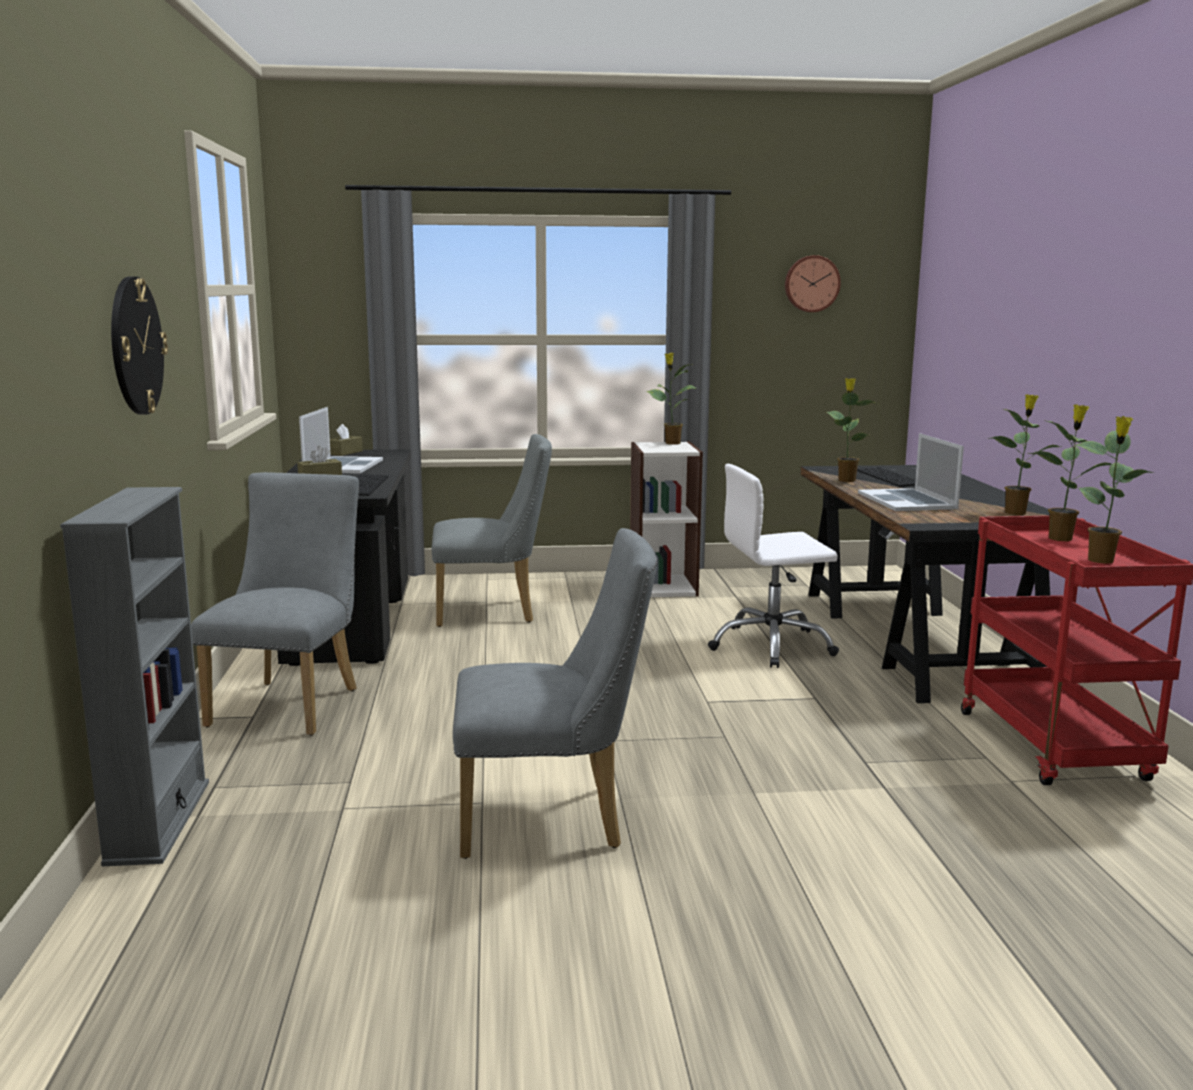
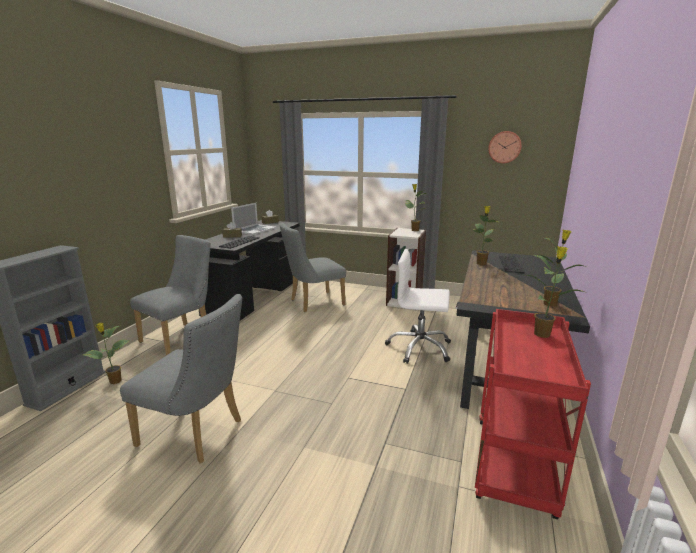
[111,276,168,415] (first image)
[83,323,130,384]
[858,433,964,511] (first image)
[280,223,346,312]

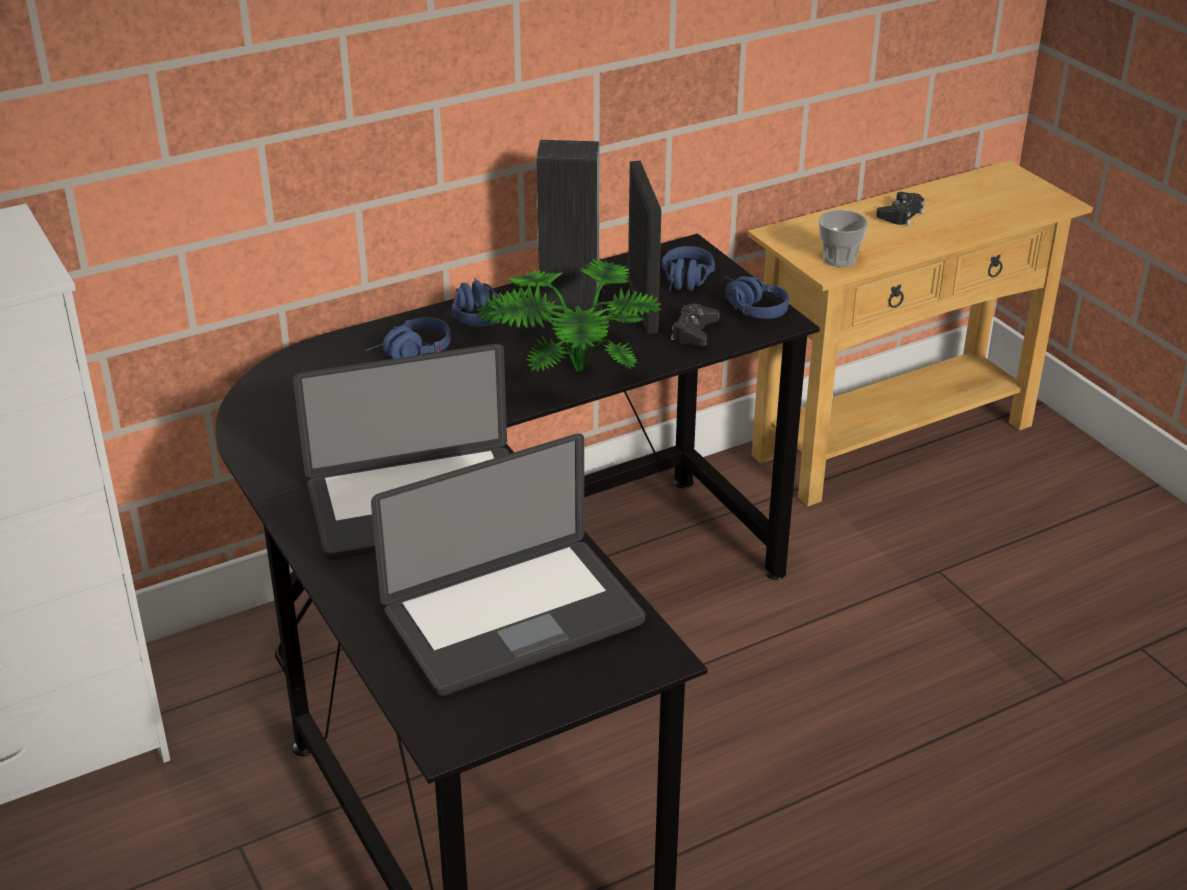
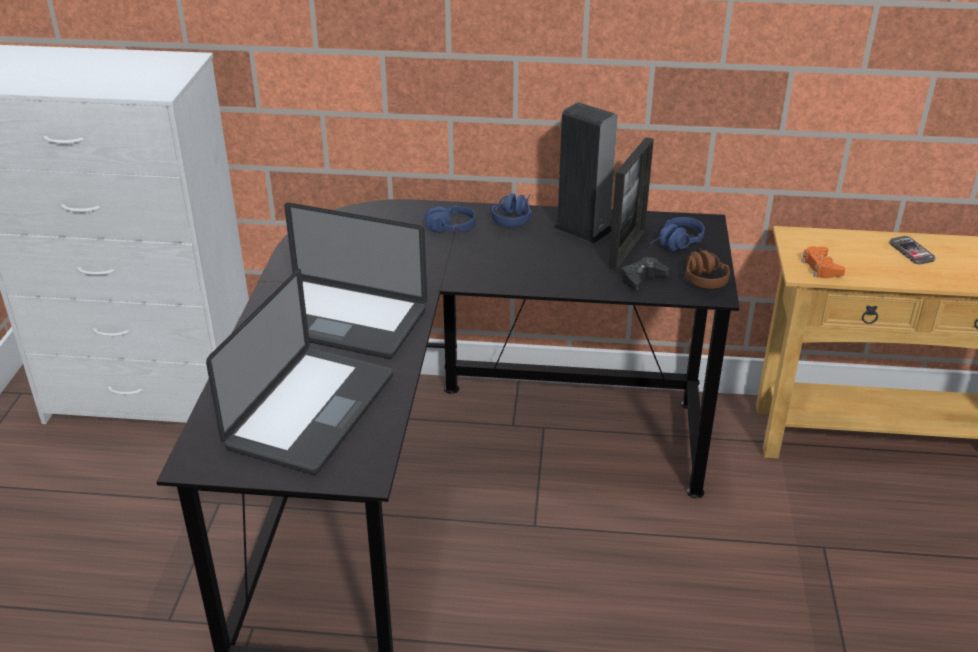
[889,236,935,264]
[801,246,845,278]
[477,258,662,372] (first image)
[686,248,730,289]
[206,269,393,475]

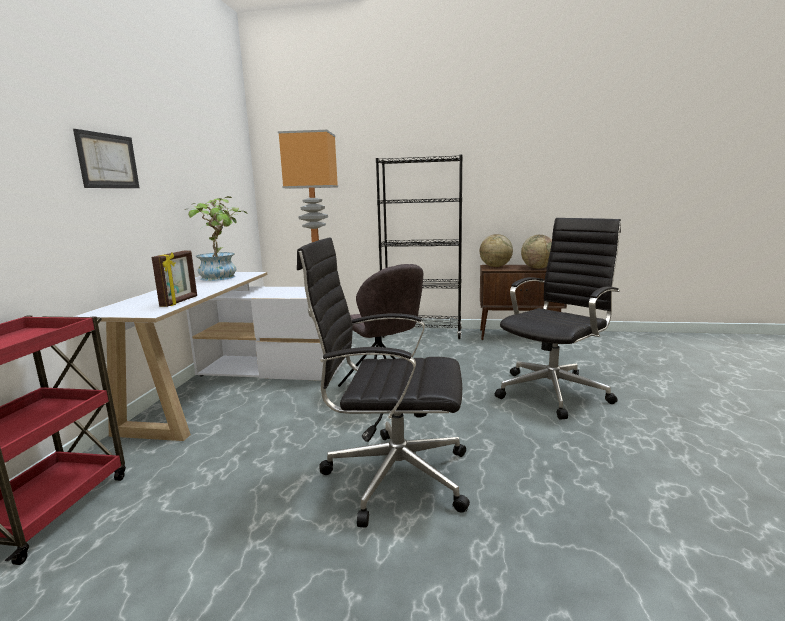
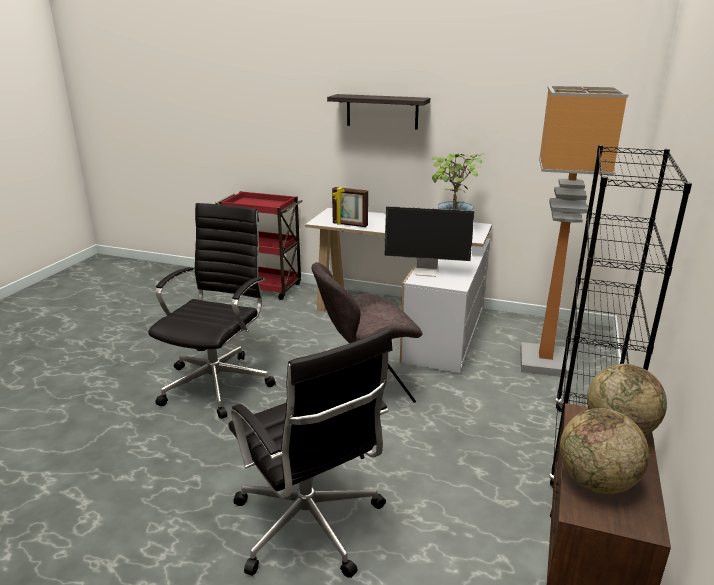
[327,94,430,130]
[384,206,475,277]

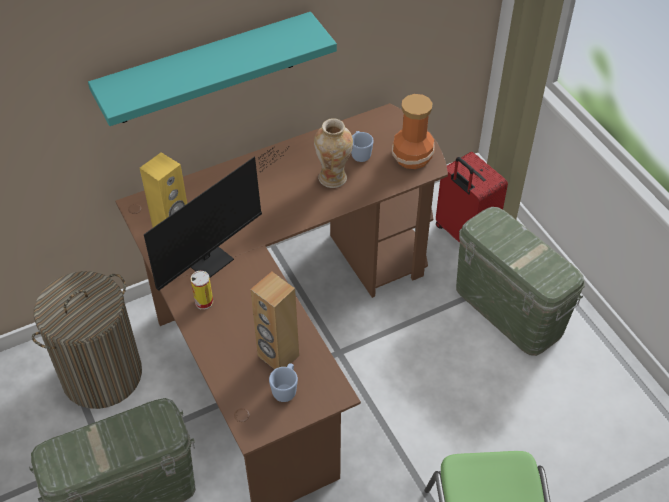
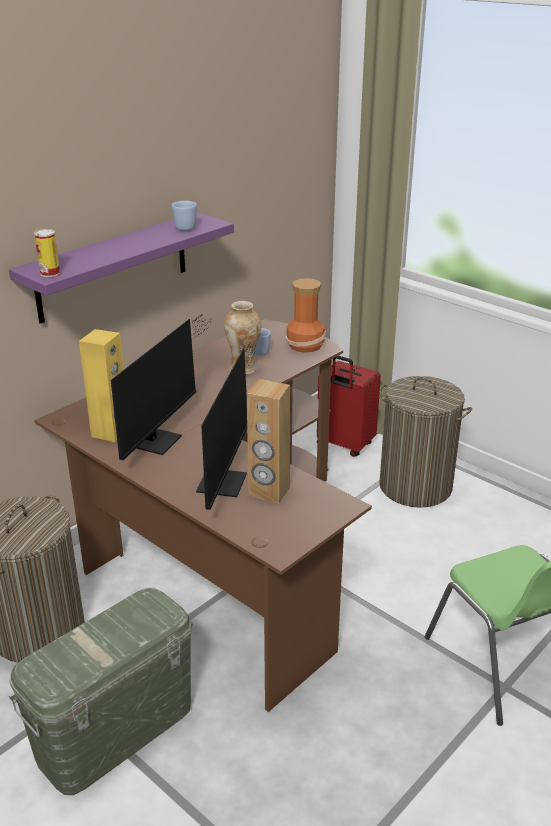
[9,213,234,324]
[379,376,472,508]
[34,229,60,277]
[172,201,197,231]
[196,342,254,510]

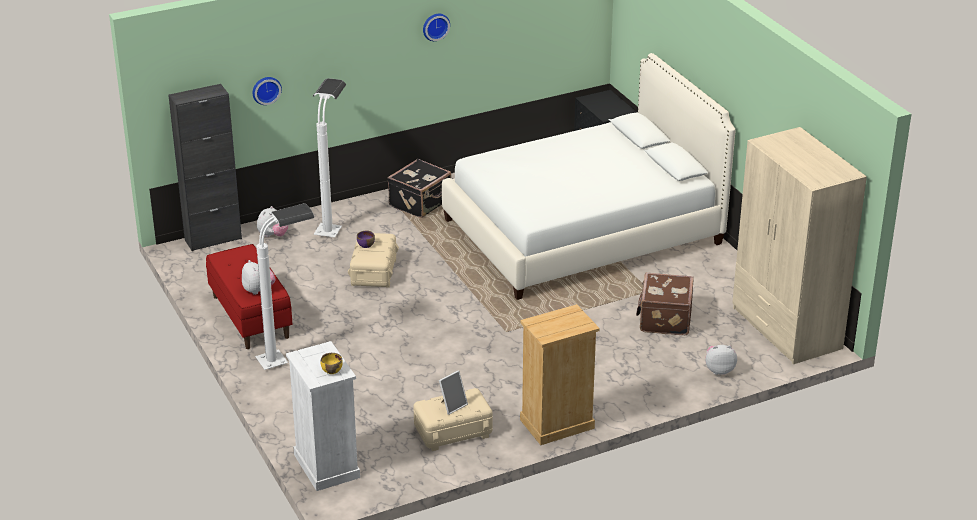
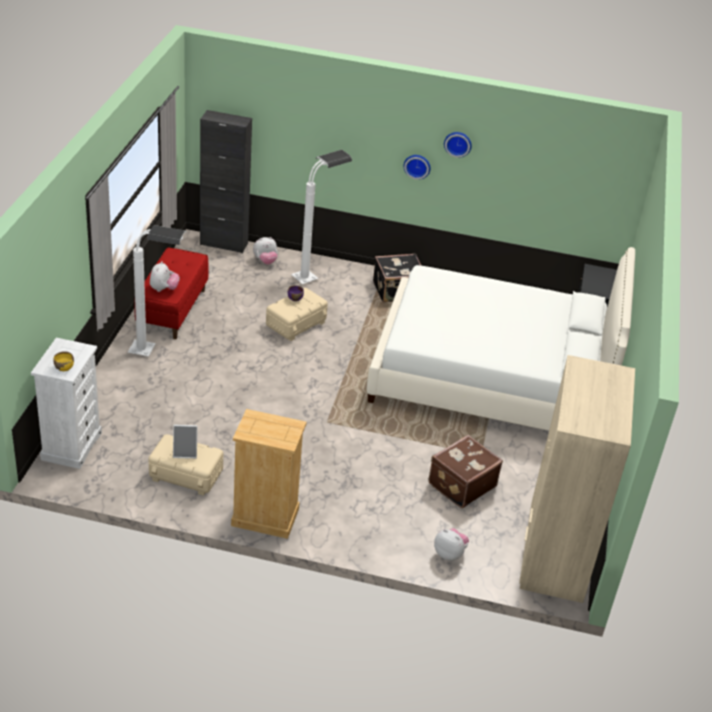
[404,155,430,180]

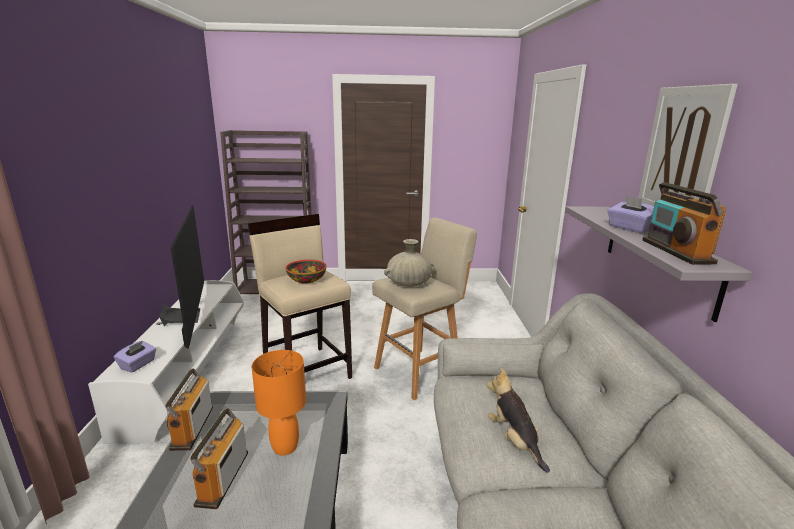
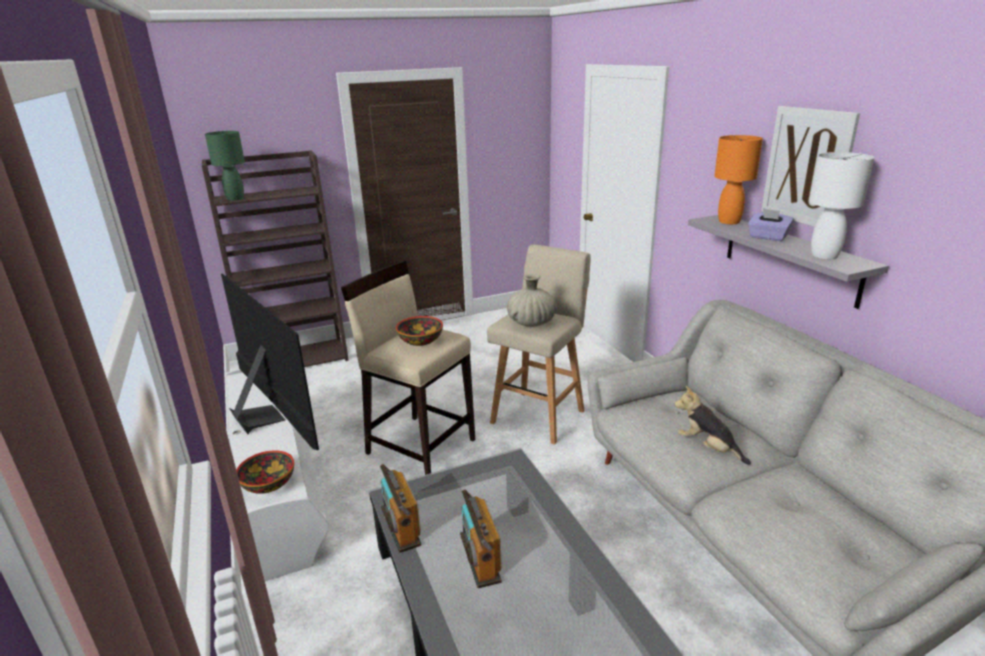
[809,152,874,259]
[236,450,294,494]
[714,135,763,224]
[205,131,245,201]

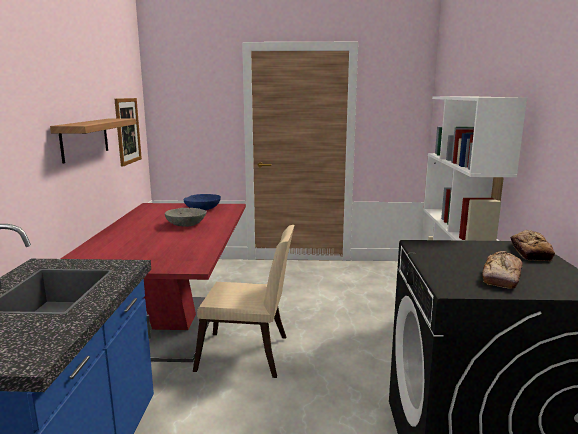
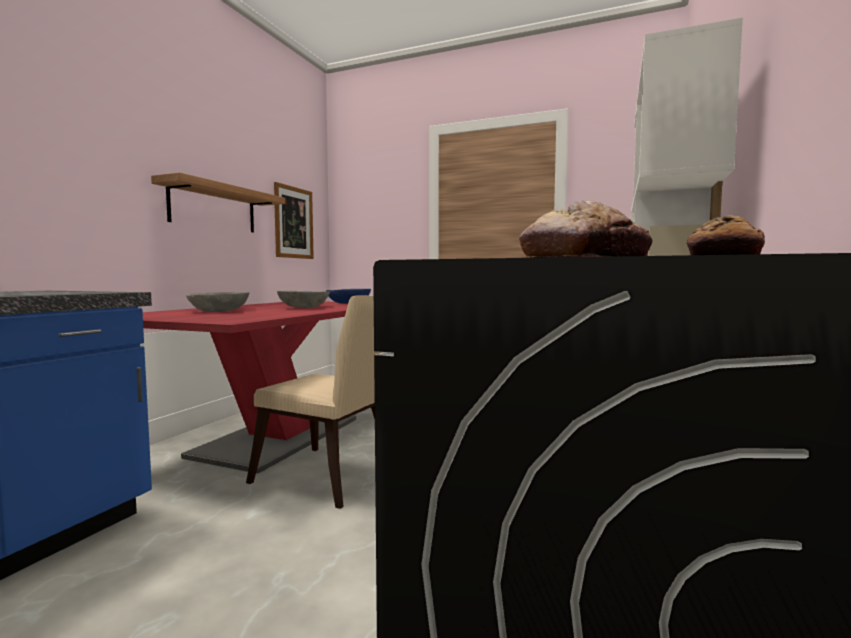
[186,292,250,312]

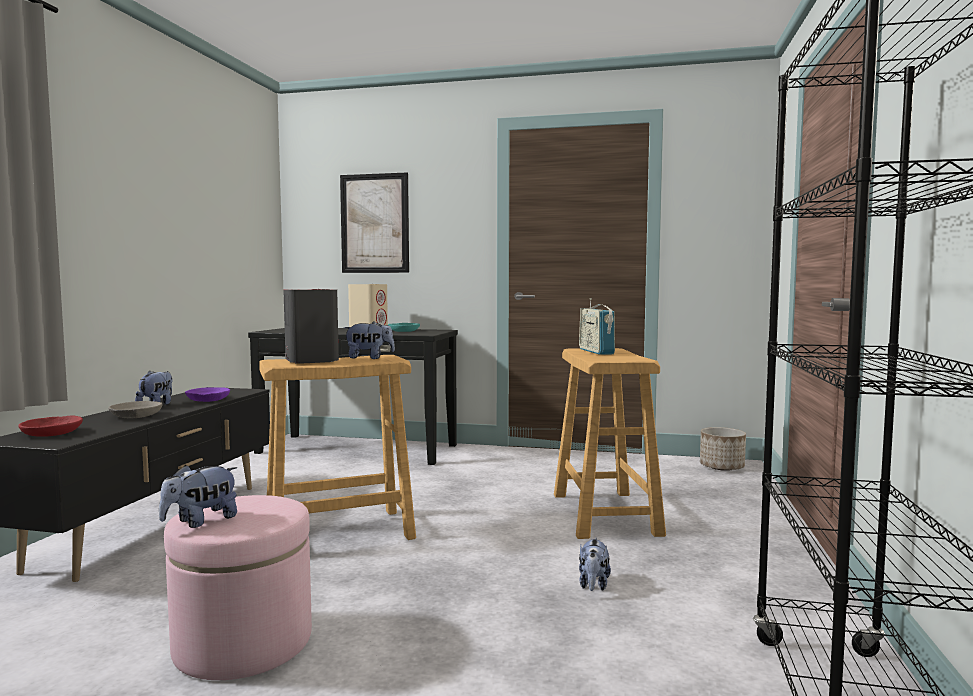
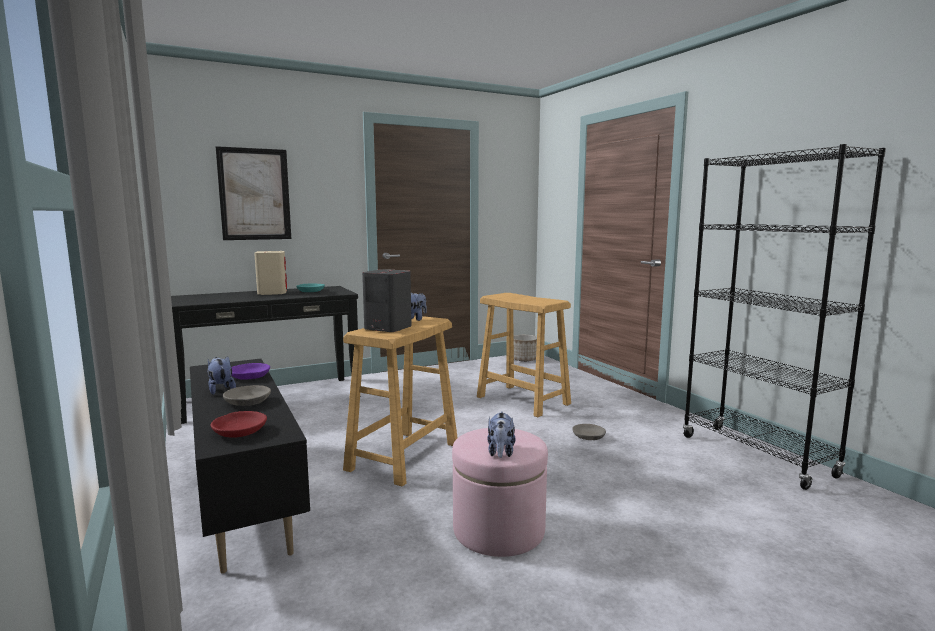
[579,299,615,355] (first image)
[572,424,606,440]

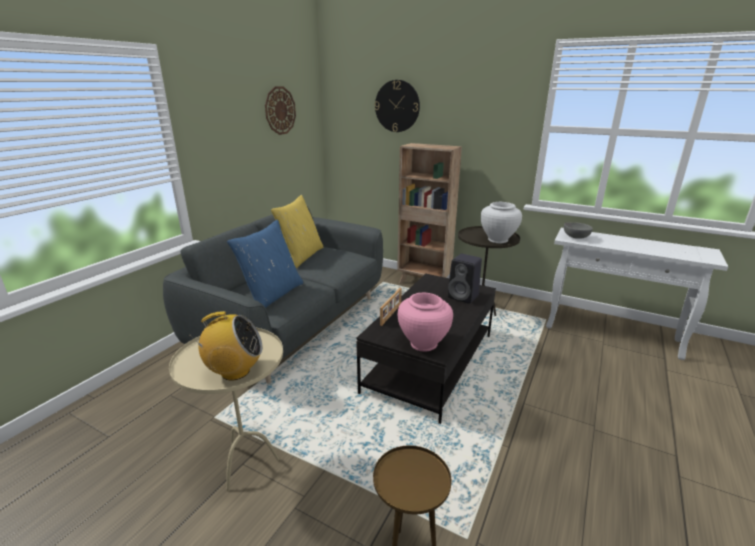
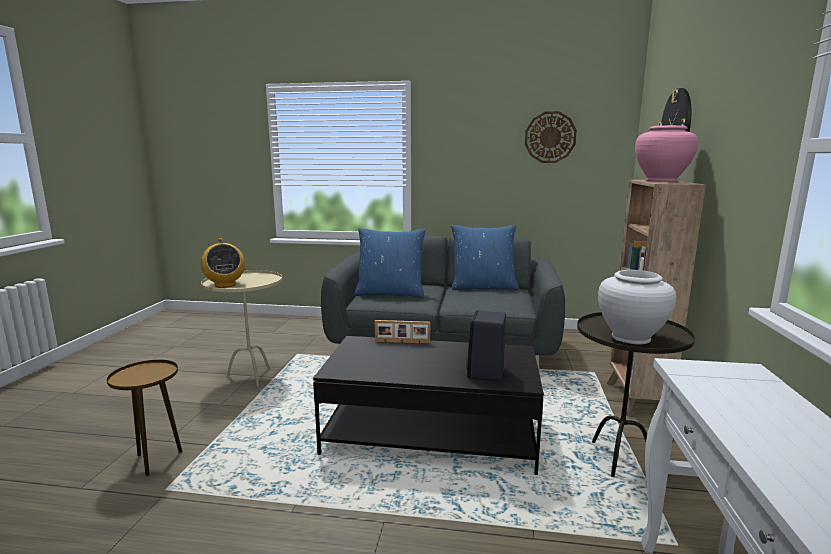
[451,225,519,290]
[564,222,593,239] (first image)
[635,125,698,182]

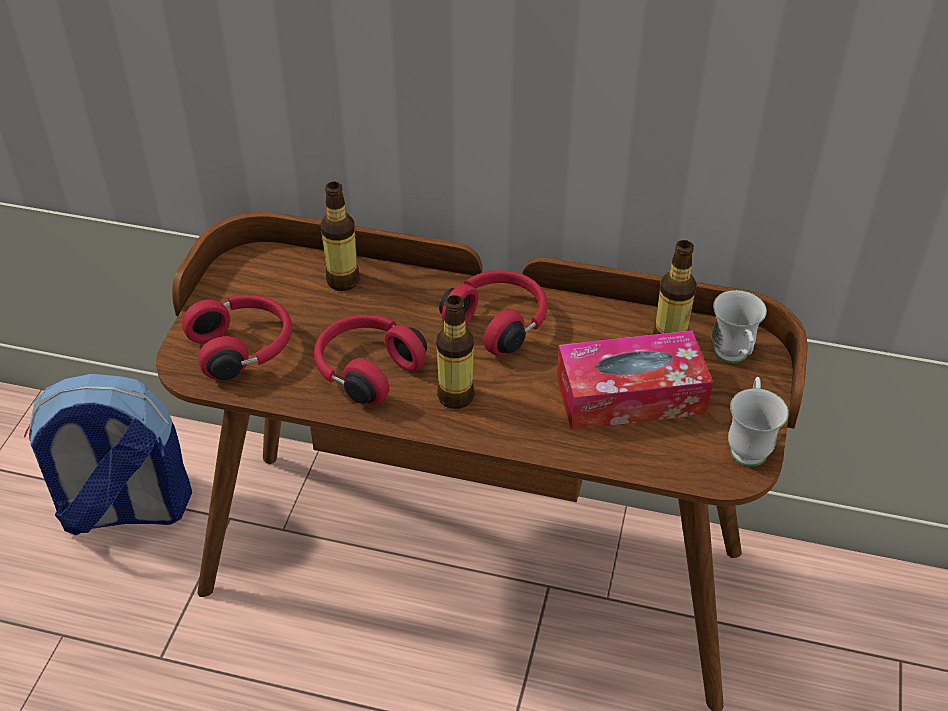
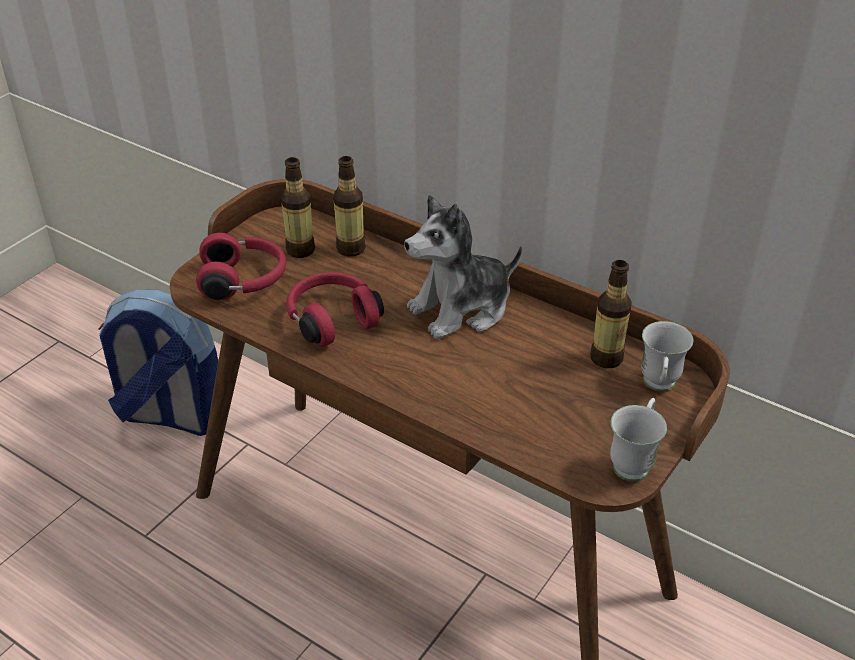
[404,195,522,339]
[281,157,315,258]
[557,330,713,430] (first image)

